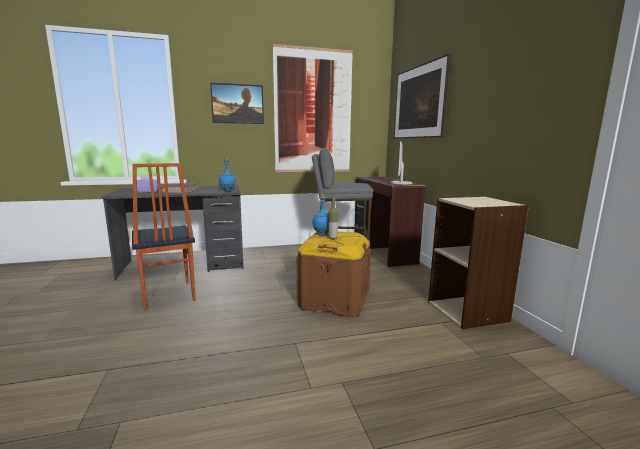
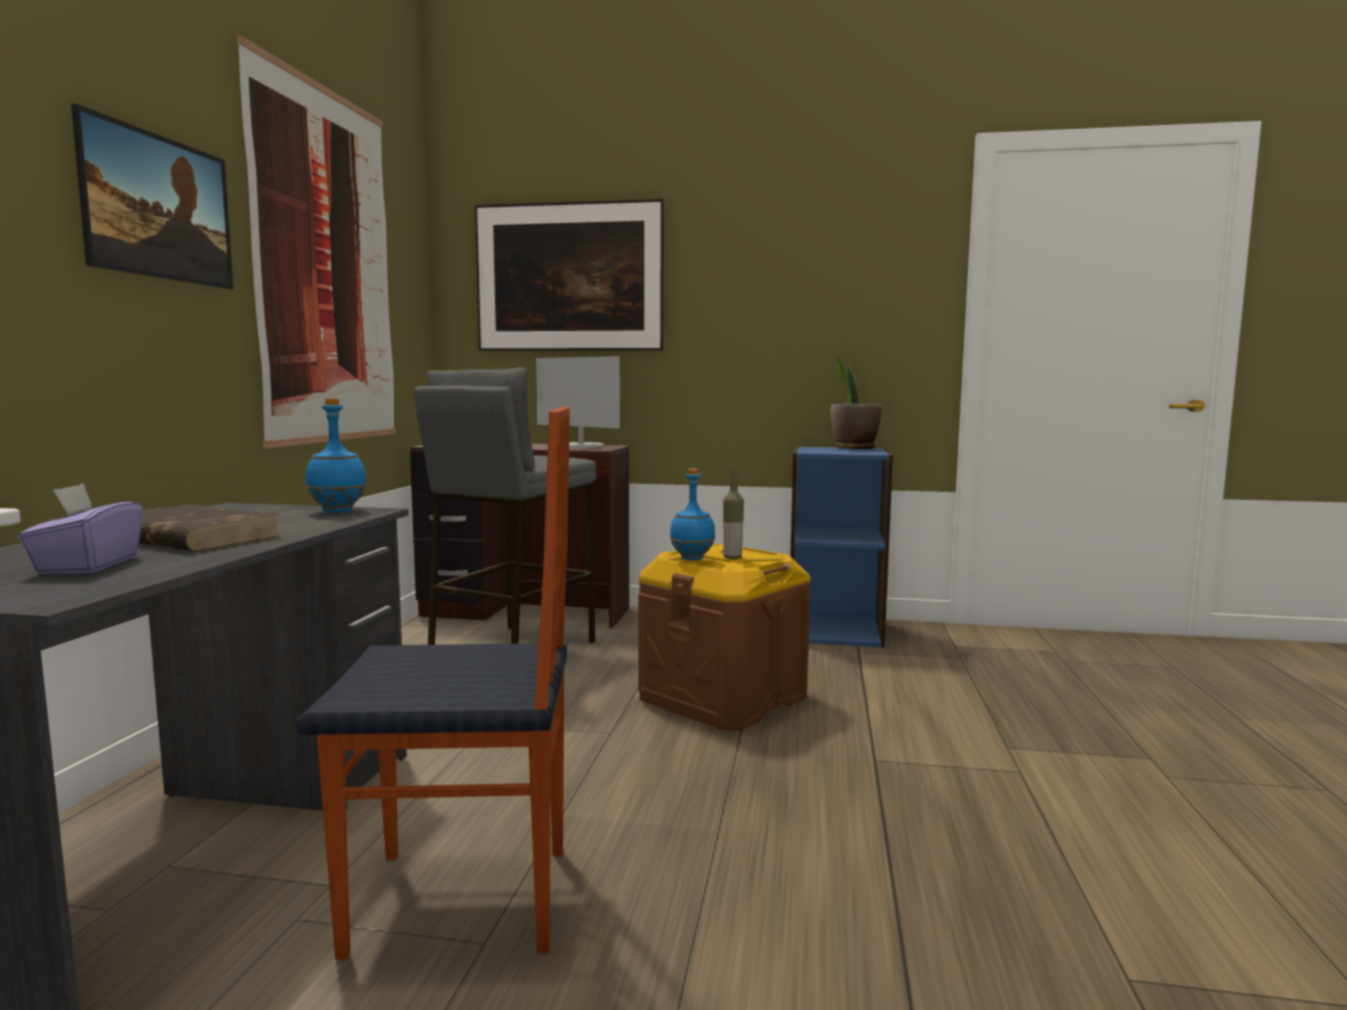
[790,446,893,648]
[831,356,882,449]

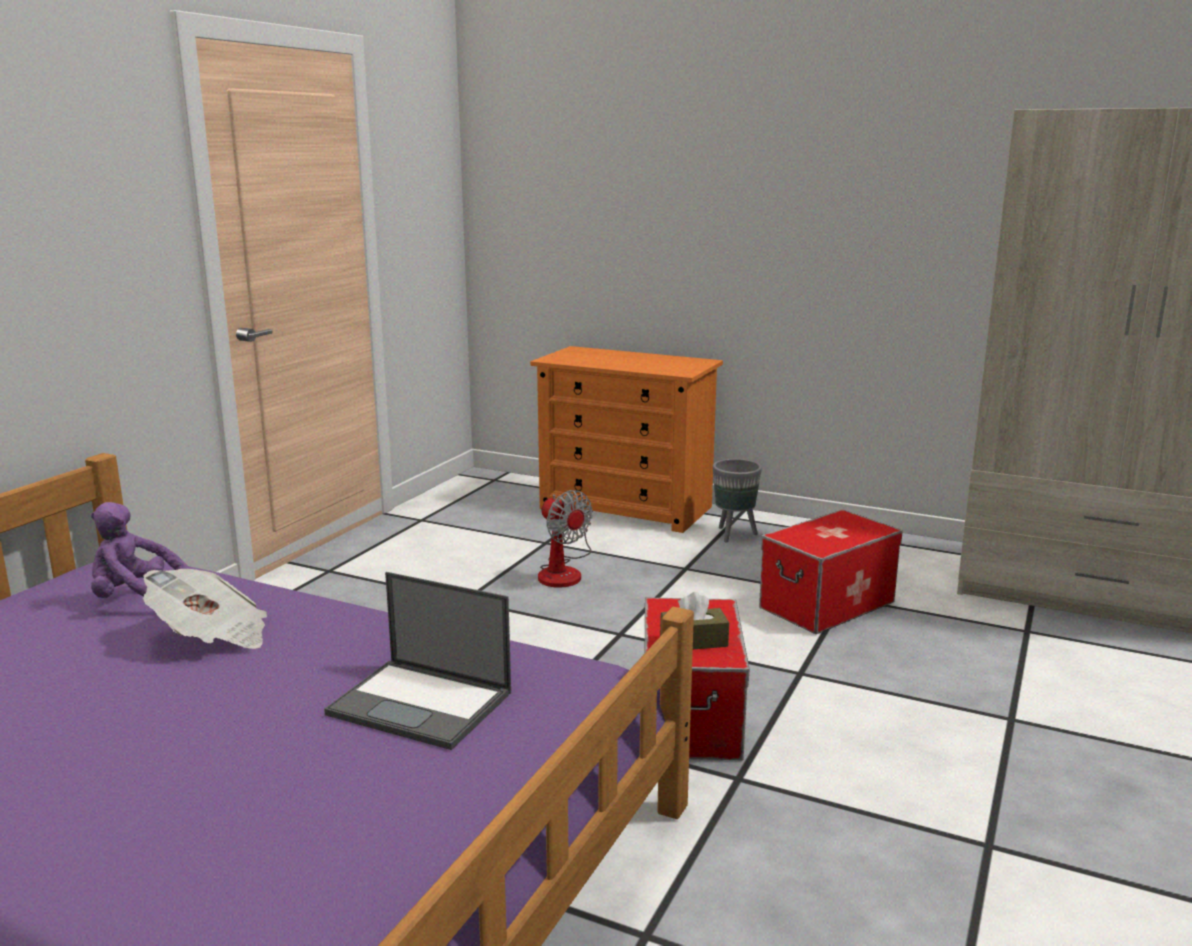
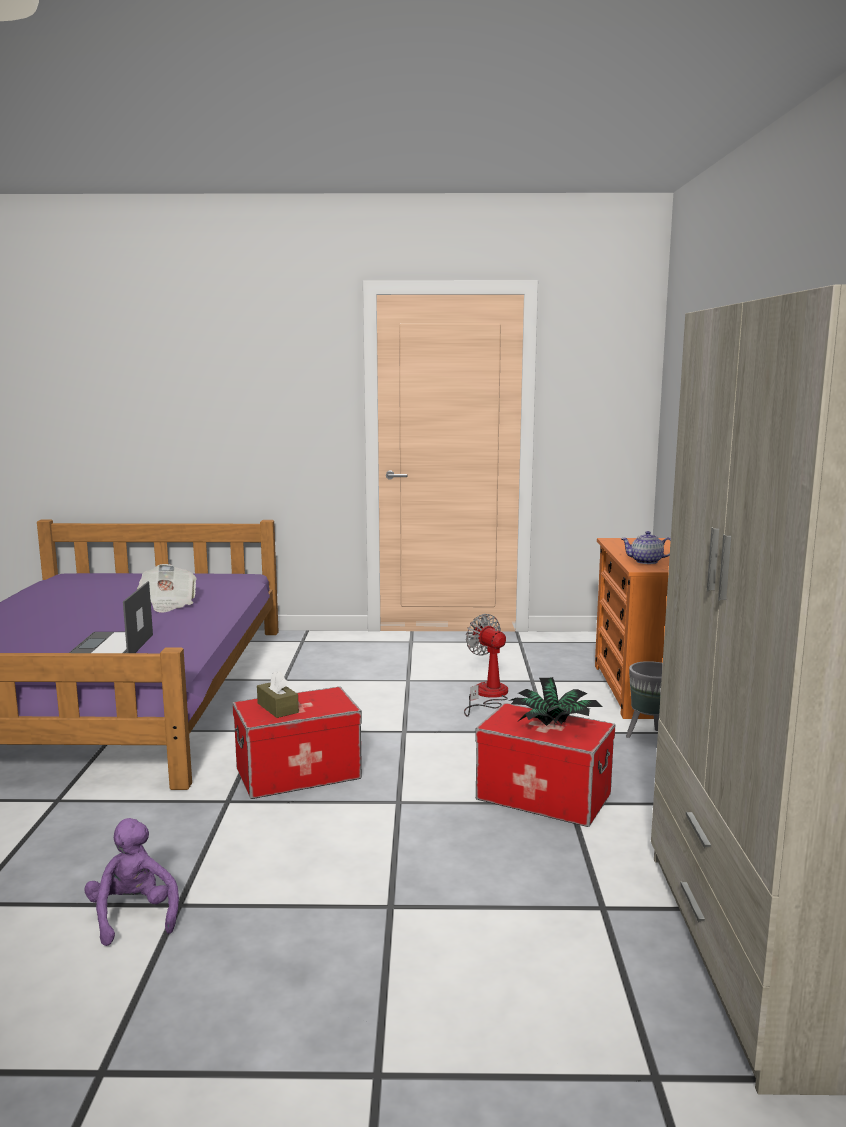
[464,614,508,717]
[84,818,179,946]
[621,531,671,564]
[511,677,602,726]

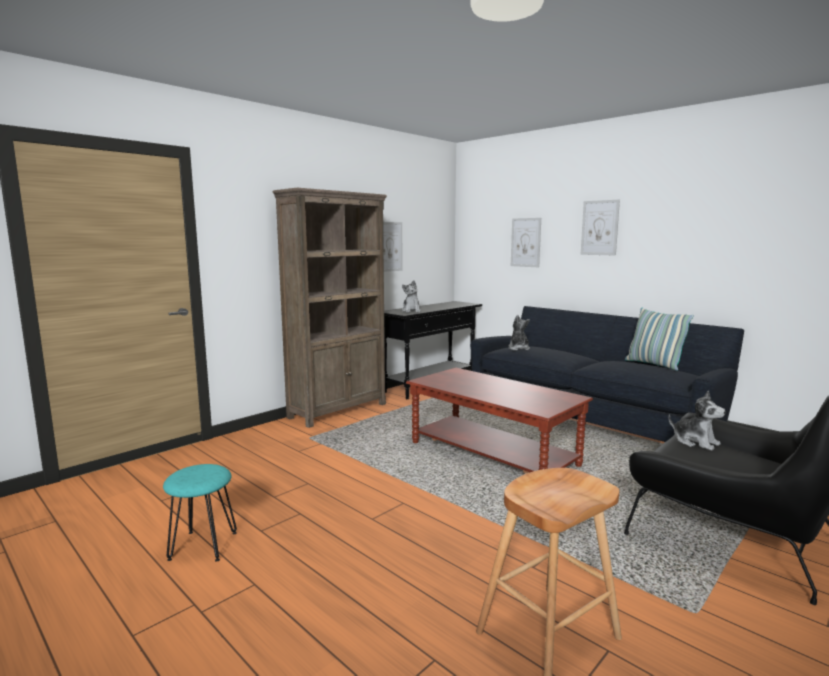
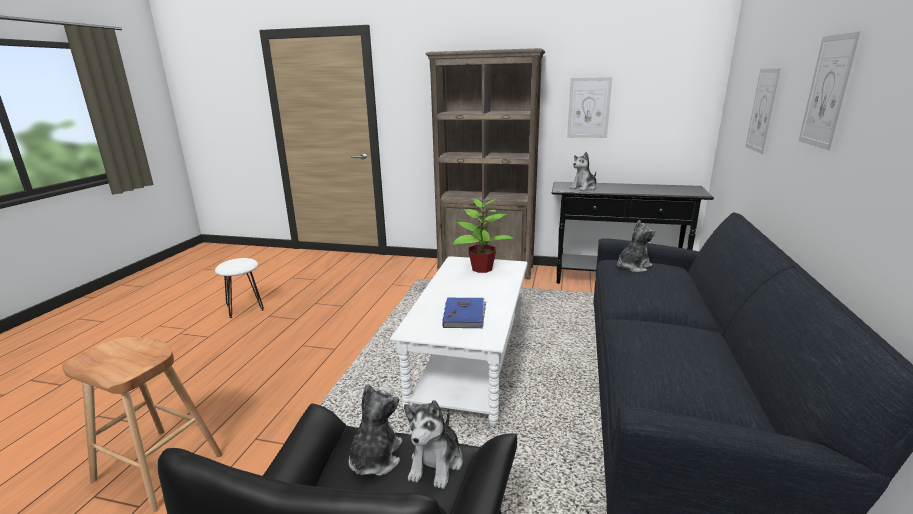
[625,308,694,371] (first image)
[390,256,528,426]
[215,258,264,318]
[453,197,514,273]
[442,297,486,328]
[348,384,402,476]

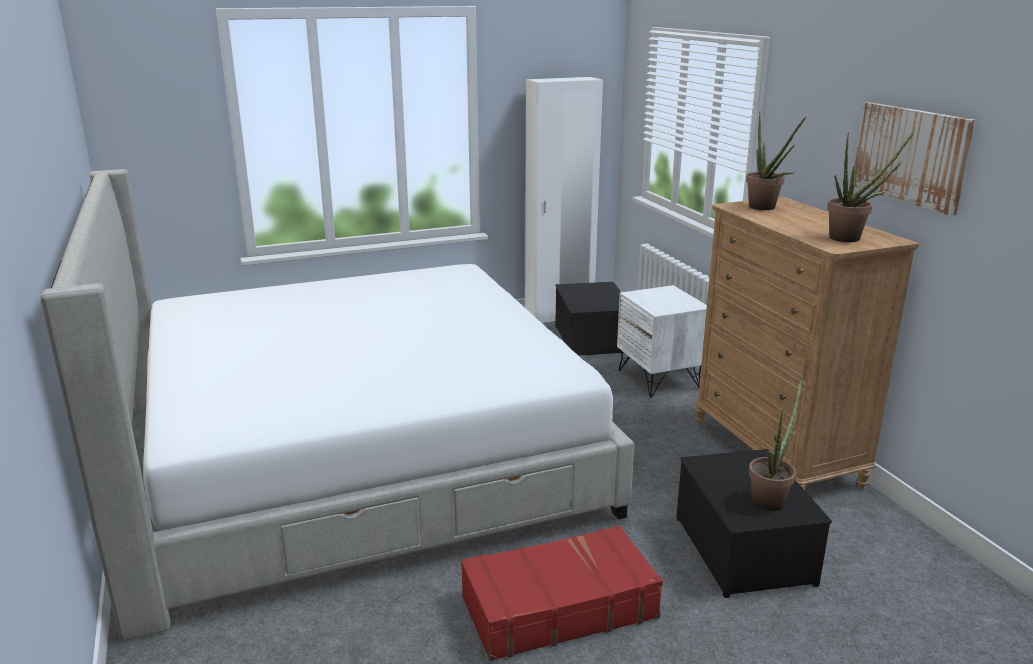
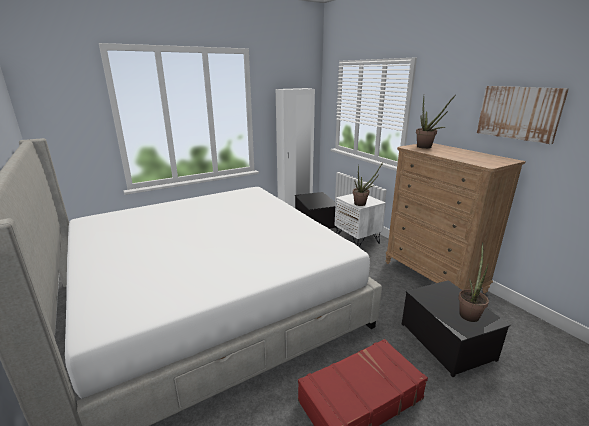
[353,162,383,206]

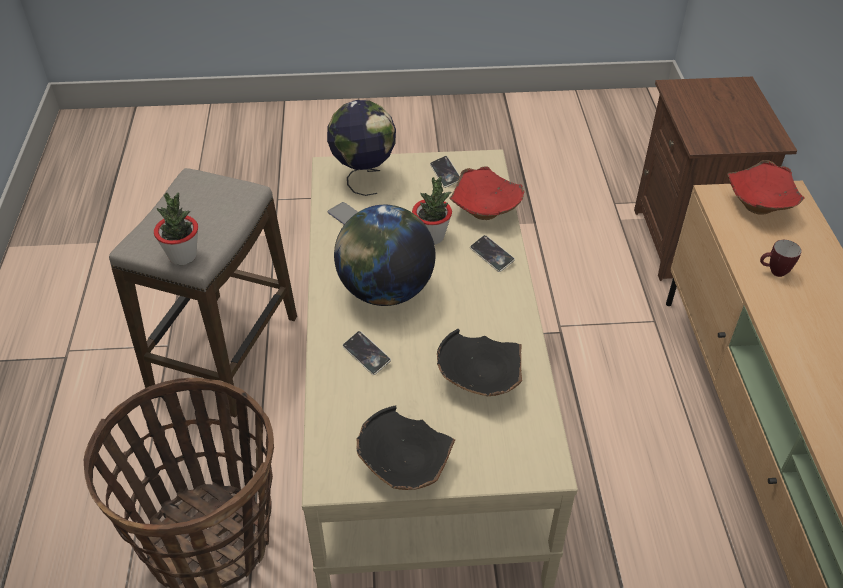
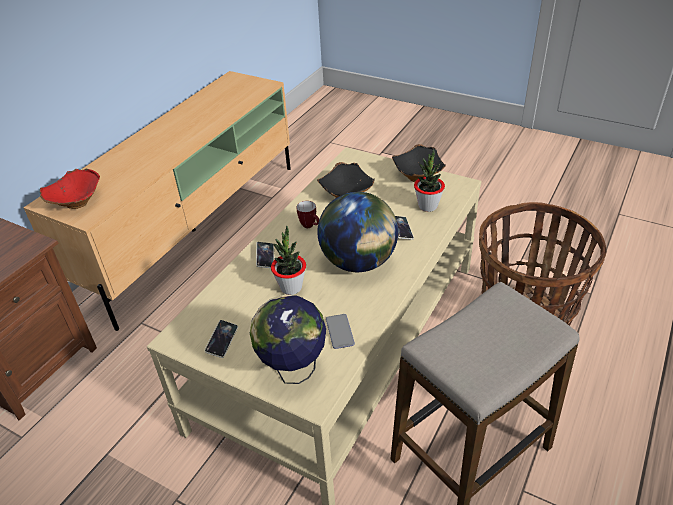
[449,166,525,220] (first image)
[414,149,445,212]
[296,201,319,228]

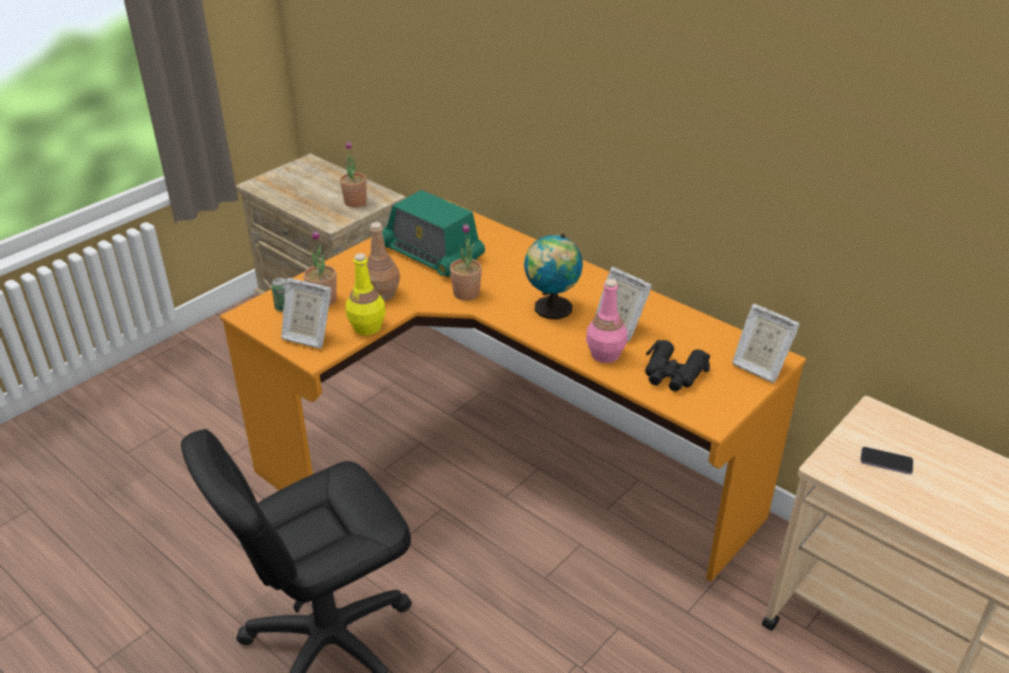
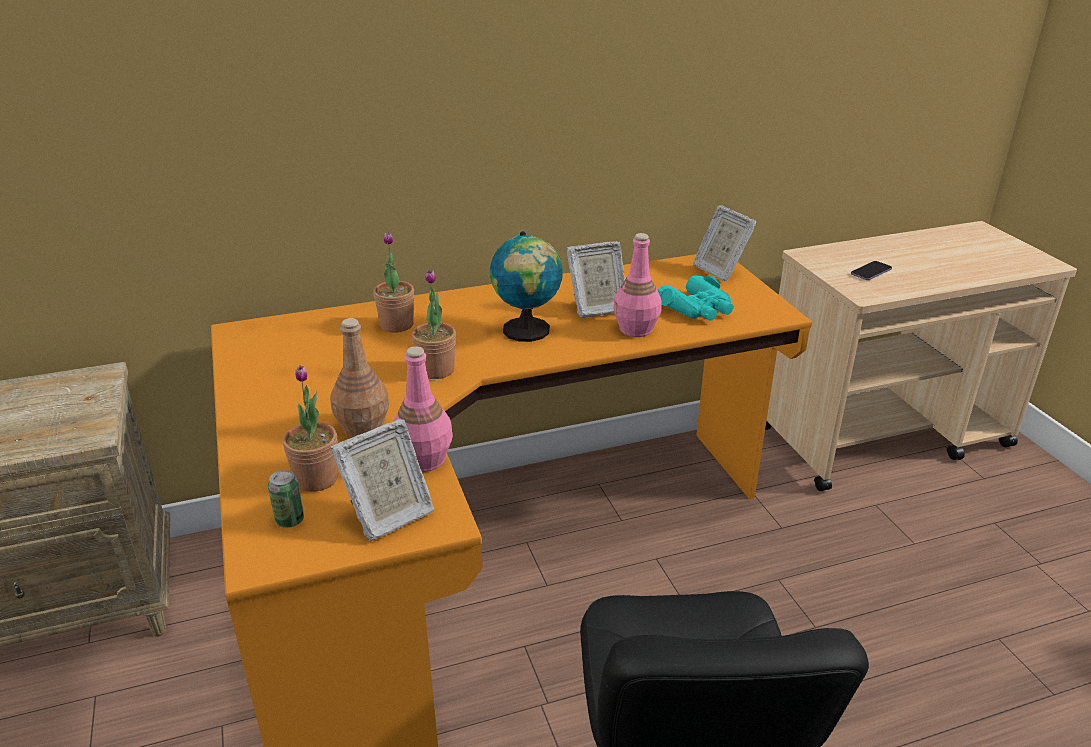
[373,231,414,333]
[382,190,485,277] (first image)
[393,346,453,472]
[693,205,757,282]
[657,275,734,321]

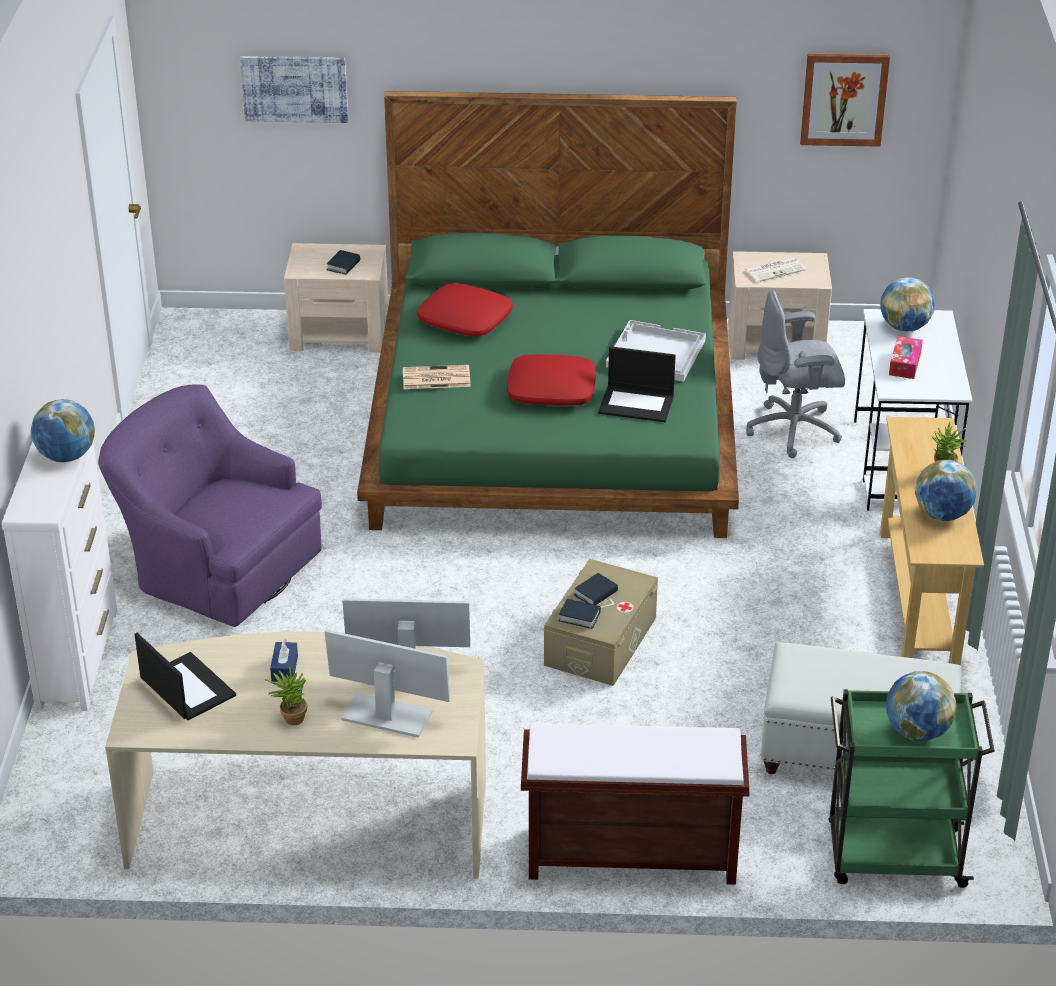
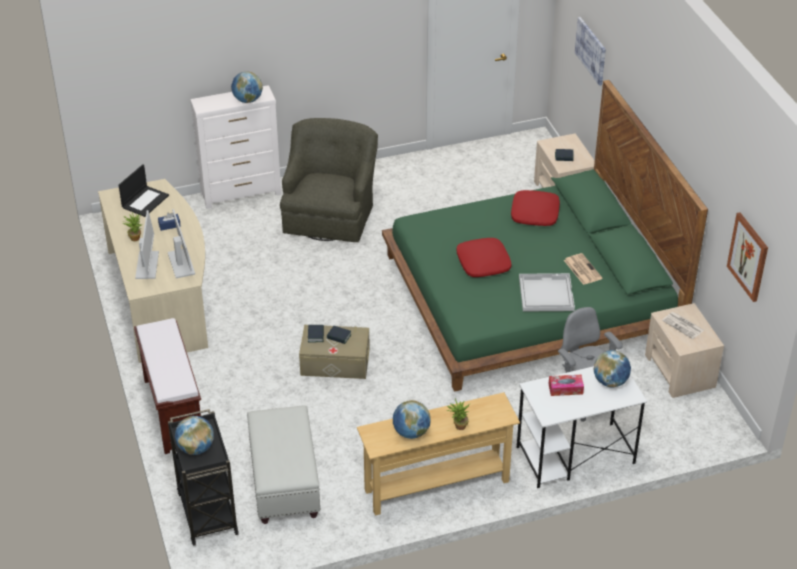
[598,346,676,422] (first image)
[564,253,602,285]
[280,118,378,242]
[168,409,239,546]

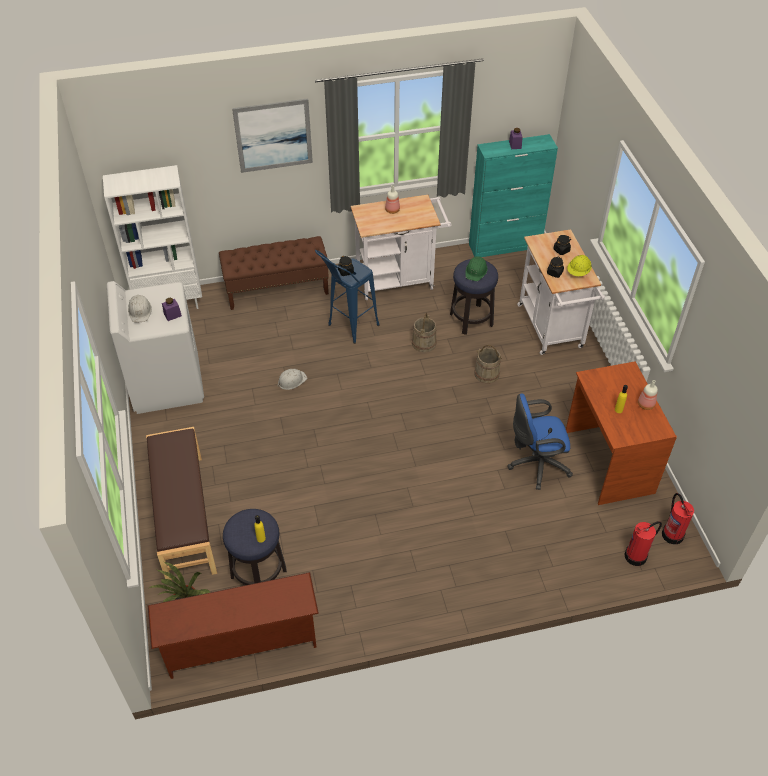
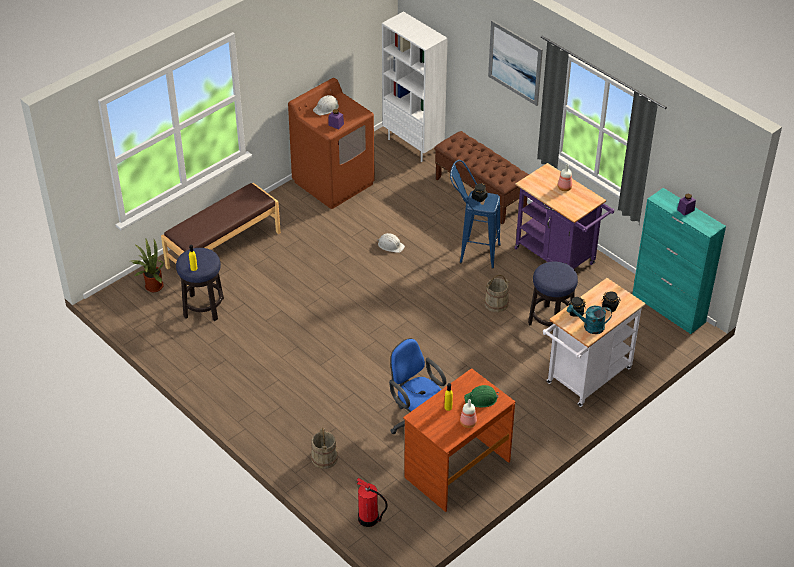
[514,163,614,269]
[567,304,612,334]
[464,385,499,407]
[288,78,375,209]
[311,427,338,469]
[662,493,694,545] (first image)
[147,572,319,679] (first image)

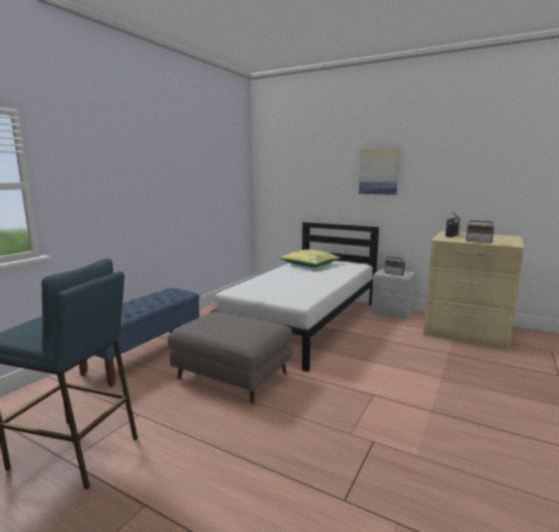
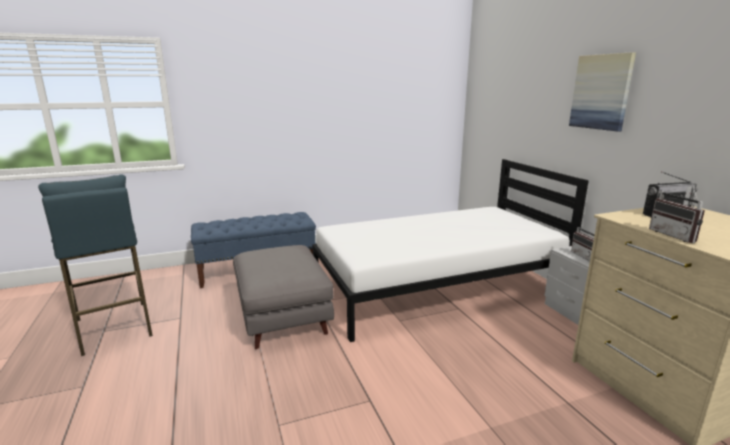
[280,249,340,267] (first image)

